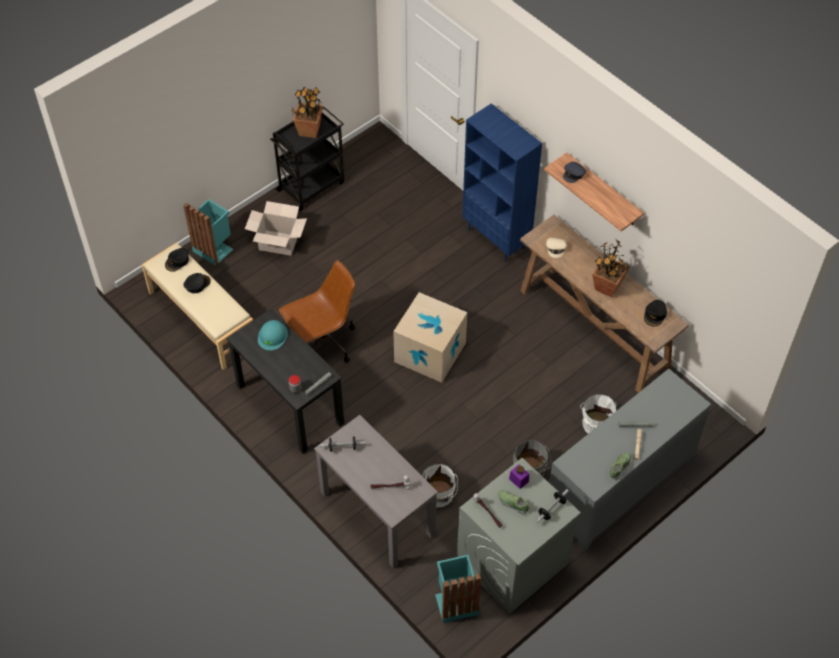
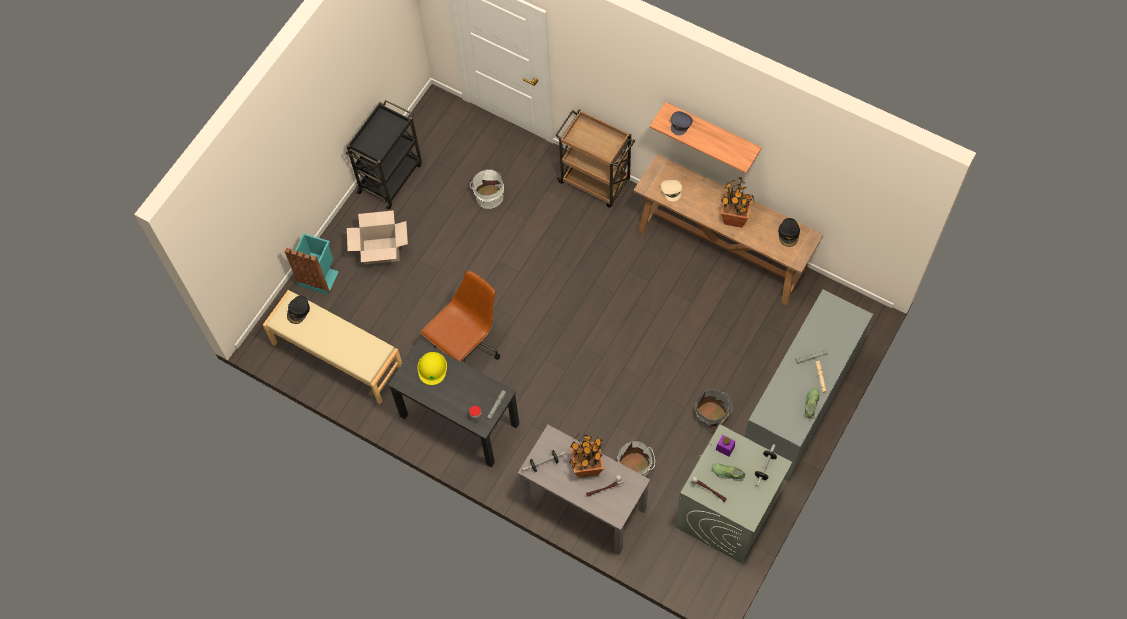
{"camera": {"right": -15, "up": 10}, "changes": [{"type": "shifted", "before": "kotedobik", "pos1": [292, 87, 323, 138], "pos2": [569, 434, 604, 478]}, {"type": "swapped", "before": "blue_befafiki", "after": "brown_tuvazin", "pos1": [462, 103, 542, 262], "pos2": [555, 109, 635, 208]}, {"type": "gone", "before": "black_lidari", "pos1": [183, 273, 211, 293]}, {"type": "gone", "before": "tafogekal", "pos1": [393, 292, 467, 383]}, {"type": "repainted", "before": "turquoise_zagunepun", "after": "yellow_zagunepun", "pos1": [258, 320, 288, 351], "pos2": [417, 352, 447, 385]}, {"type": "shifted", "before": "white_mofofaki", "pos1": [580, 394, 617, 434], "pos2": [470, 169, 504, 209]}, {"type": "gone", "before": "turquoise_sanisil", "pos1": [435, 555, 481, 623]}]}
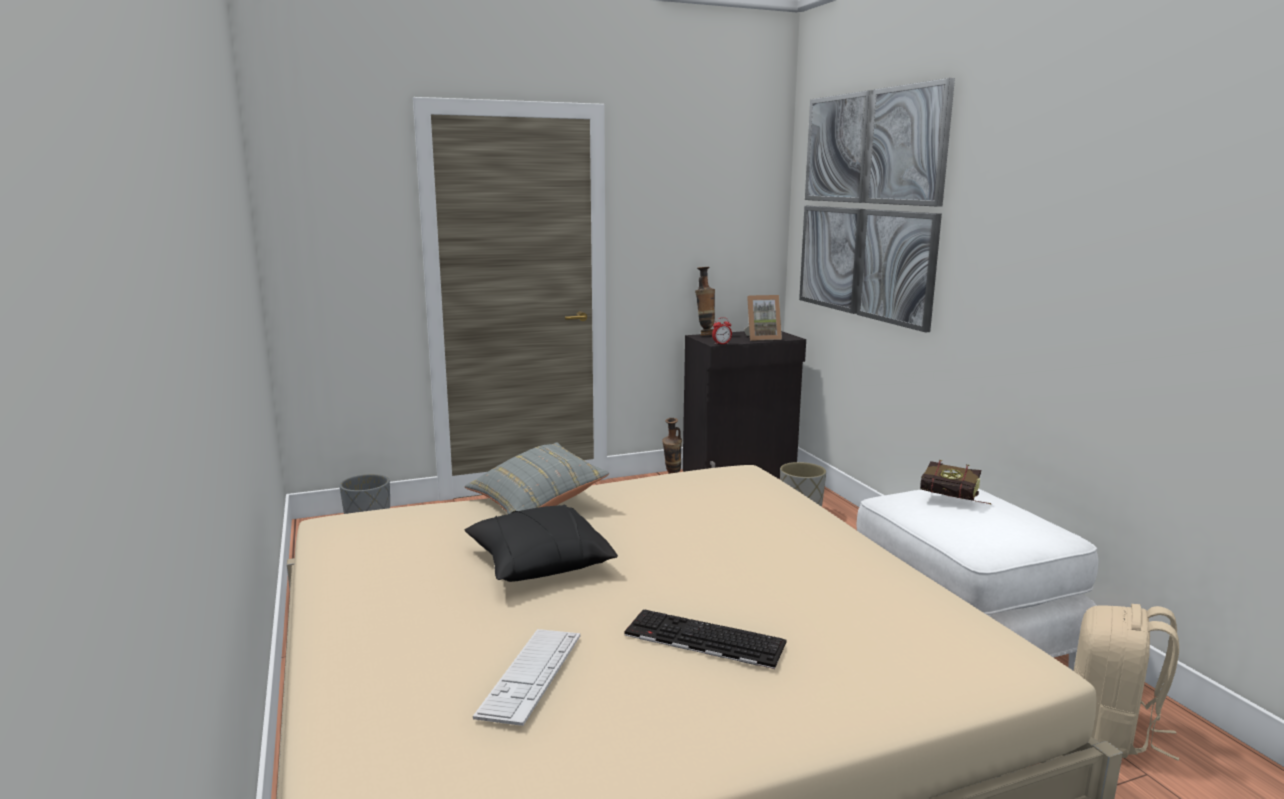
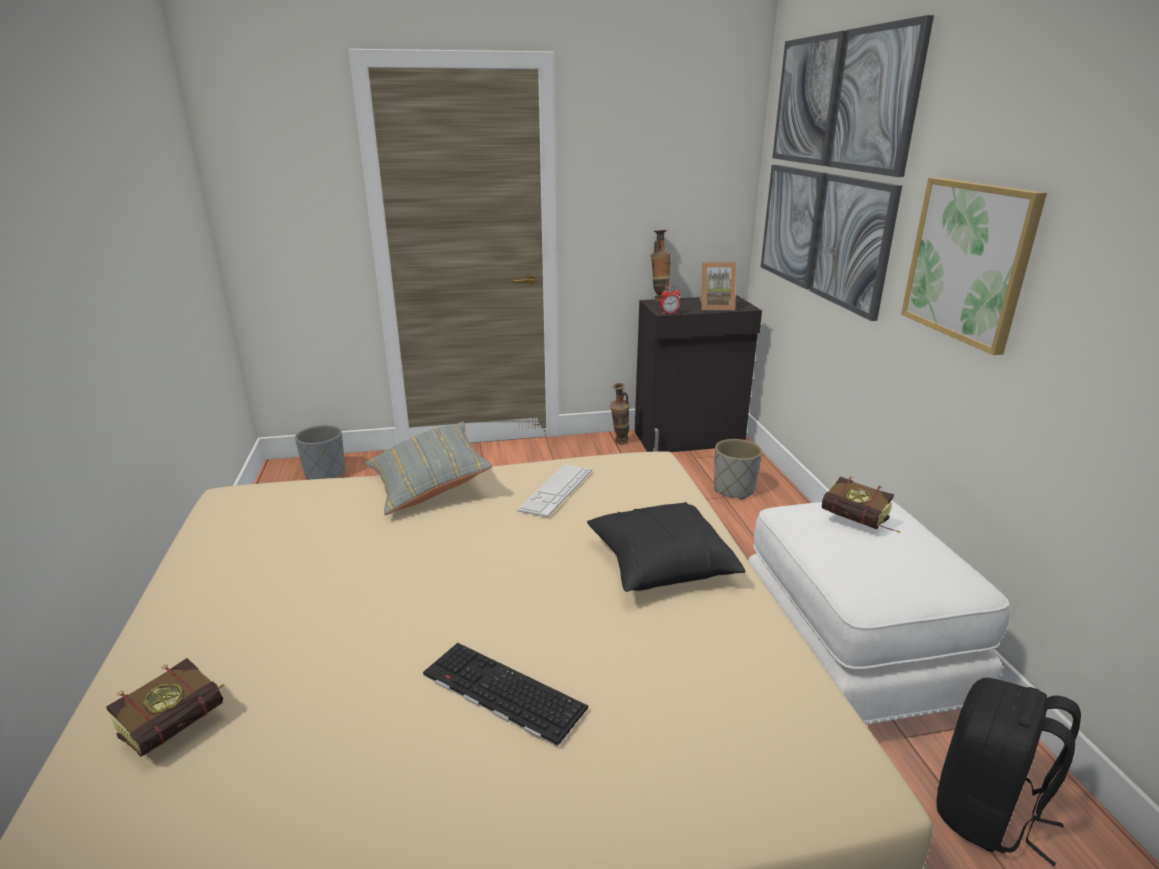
{"camera": {"right": 10, "up": 10}, "changes": [{"type": "shifted", "before": "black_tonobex", "pos1": [465, 505, 618, 582], "pos2": [587, 502, 745, 592]}, {"type": "repainted", "before": "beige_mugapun", "after": "black_mugapun", "pos1": [1074, 604, 1179, 761], "pos2": [937, 677, 1081, 866]}, {"type": "shifted", "before": "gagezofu", "pos1": [473, 629, 580, 726], "pos2": [517, 464, 592, 517]}, {"type": "new", "after": "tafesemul", "pos2": [901, 178, 1047, 355]}, {"type": "new", "after": "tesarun", "pos2": [106, 658, 224, 757]}]}
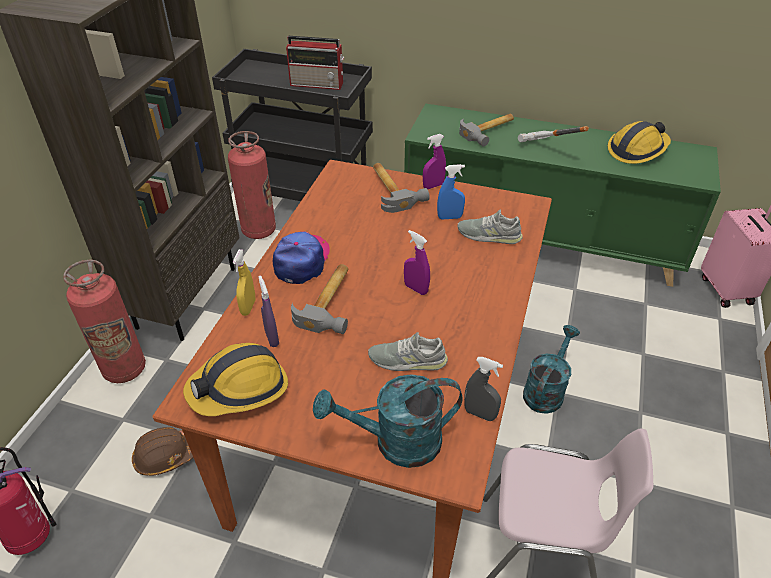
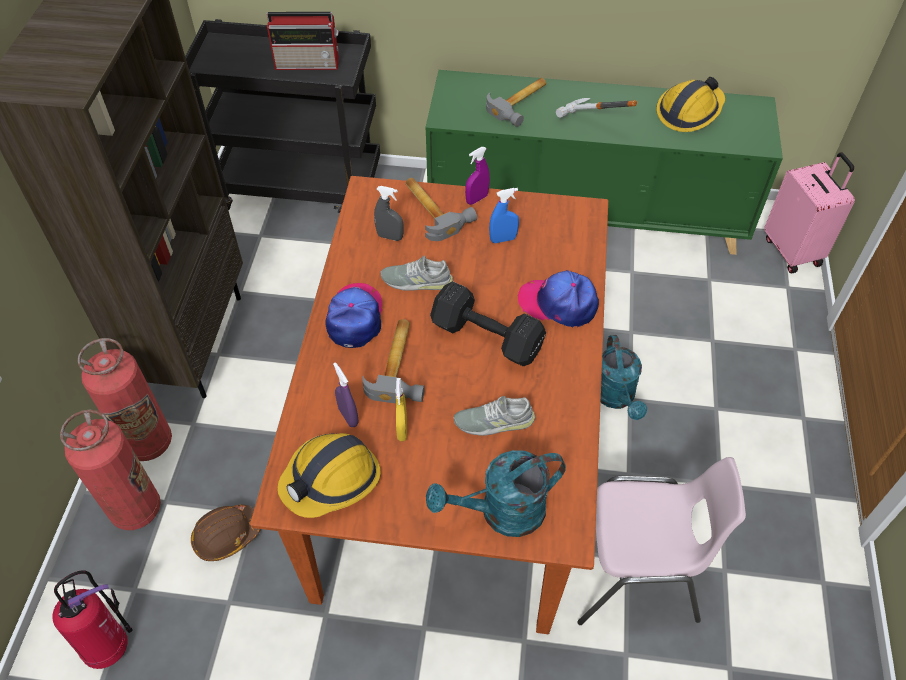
{"camera": {"right": -10, "up": 10}, "changes": [{"type": "shifted", "before": "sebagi", "pos1": [228, 131, 276, 239], "pos2": [60, 410, 161, 530]}, {"type": "shifted", "before": "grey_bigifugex", "pos1": [458, 210, 523, 244], "pos2": [381, 256, 453, 291]}, {"type": "swapped", "before": "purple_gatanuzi", "after": "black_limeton", "pos1": [404, 230, 430, 295], "pos2": [430, 281, 546, 366]}, {"type": "shifted", "before": "yellow_gatanuzi", "pos1": [233, 249, 255, 316], "pos2": [395, 378, 407, 441]}, {"type": "rotated", "before": "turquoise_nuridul", "pos1": [523, 325, 580, 414], "pos2": [601, 335, 647, 420], "turn": 150}, {"type": "shifted", "before": "grey_gatanuzi", "pos1": [464, 357, 503, 421], "pos2": [374, 186, 404, 241]}, {"type": "new", "after": "lidari", "pos2": [518, 270, 599, 327]}]}
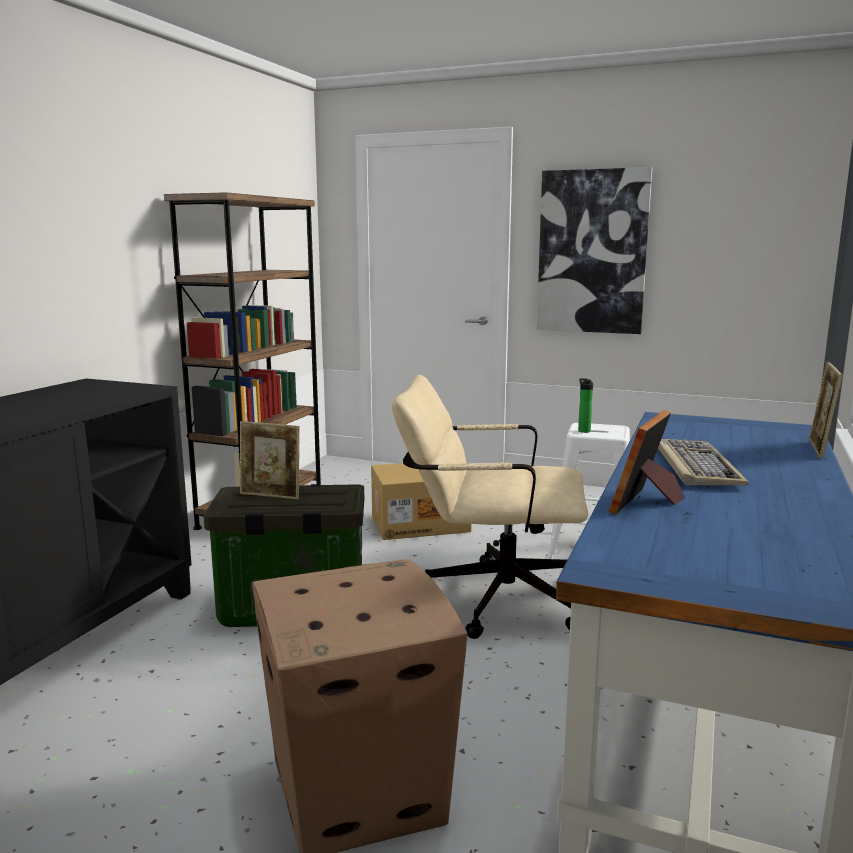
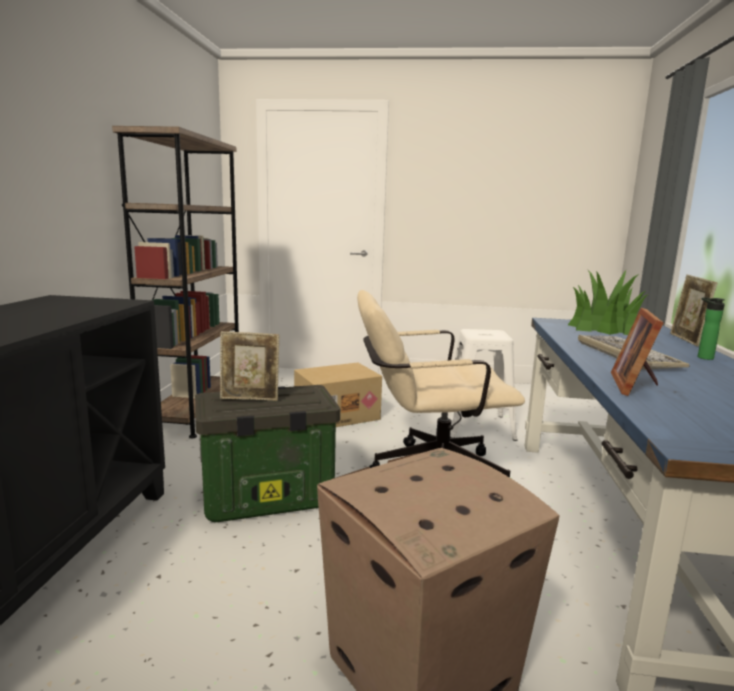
{"camera": {"right": -15, "up": 0}, "changes": [{"type": "gone", "before": "tafesemul", "pos1": [537, 167, 652, 334]}, {"type": "shifted", "before": "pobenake", "pos1": [578, 378, 593, 433], "pos2": [698, 297, 725, 360]}, {"type": "new", "after": "kotedobik", "pos2": [568, 269, 647, 335]}]}
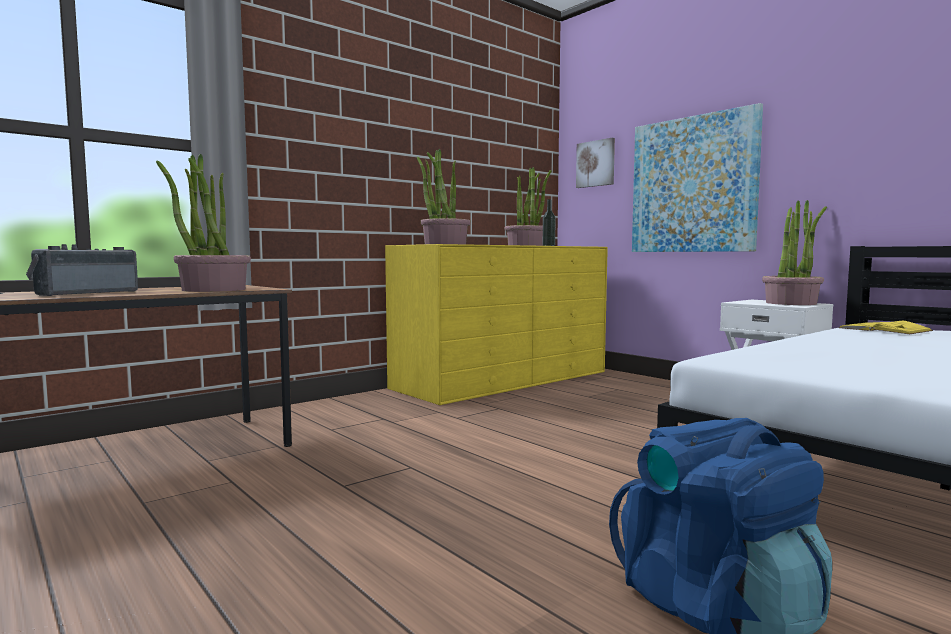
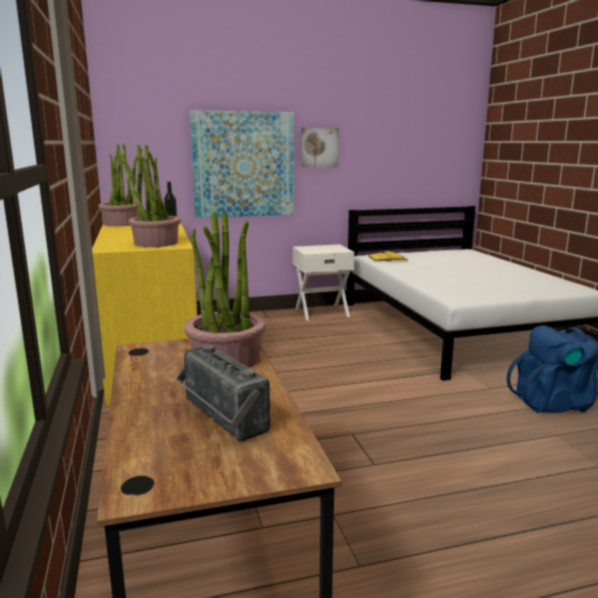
{"camera": {"right": -65, "up": 10}, "changes": [{"type": "shifted", "before": "tafesemul", "pos1": [576, 138, 615, 188], "pos2": [301, 128, 339, 167]}, {"type": "gone", "before": "kotedobik", "pos1": [762, 200, 827, 305]}]}
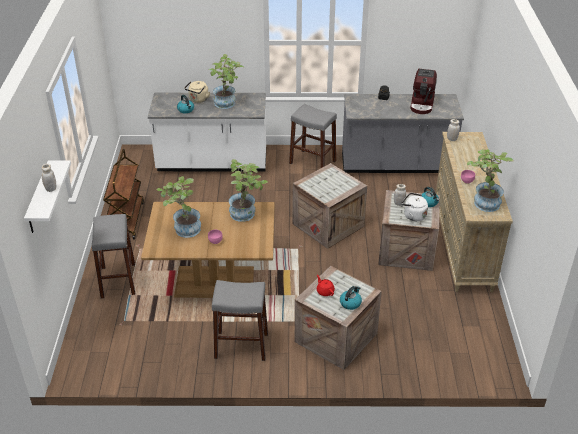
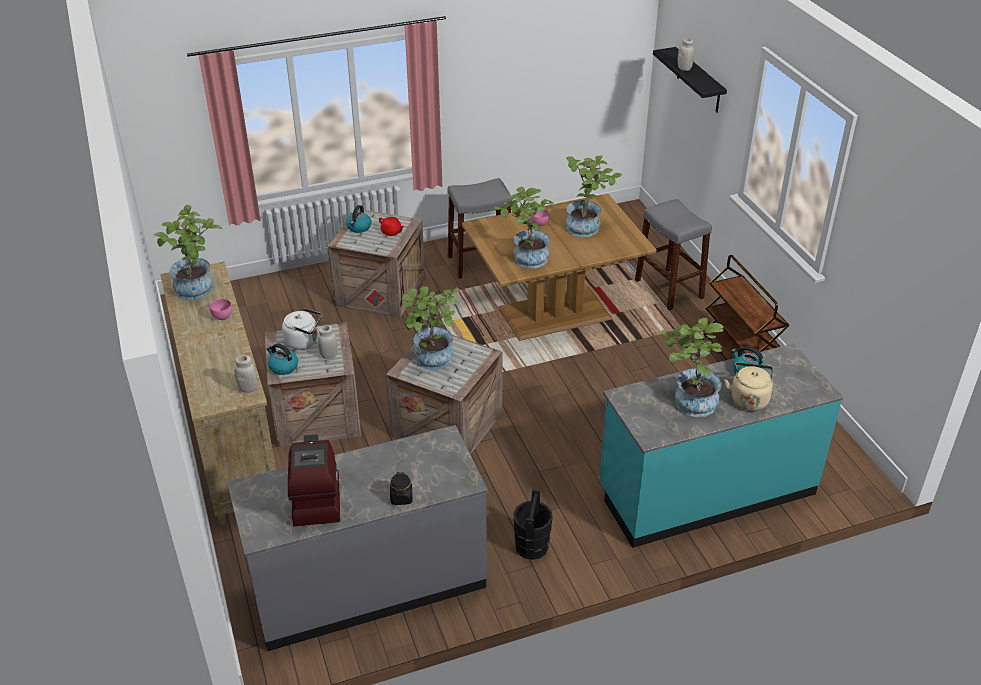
{"camera": {"right": 160, "up": 0}, "changes": [{"type": "repainted", "before": "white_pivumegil", "after": "turquoise_pivumegil", "pos1": [148, 93, 266, 172], "pos2": [599, 344, 844, 548]}, {"type": "swapped", "before": "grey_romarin", "after": "black_mofofaki", "pos1": [289, 104, 337, 168], "pos2": [513, 489, 553, 560]}, {"type": "repainted", "before": "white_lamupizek", "after": "black_lamupizek", "pos1": [24, 160, 71, 233], "pos2": [653, 47, 727, 113]}, {"type": "new", "after": "kotedobik", "pos2": [402, 286, 459, 370]}]}
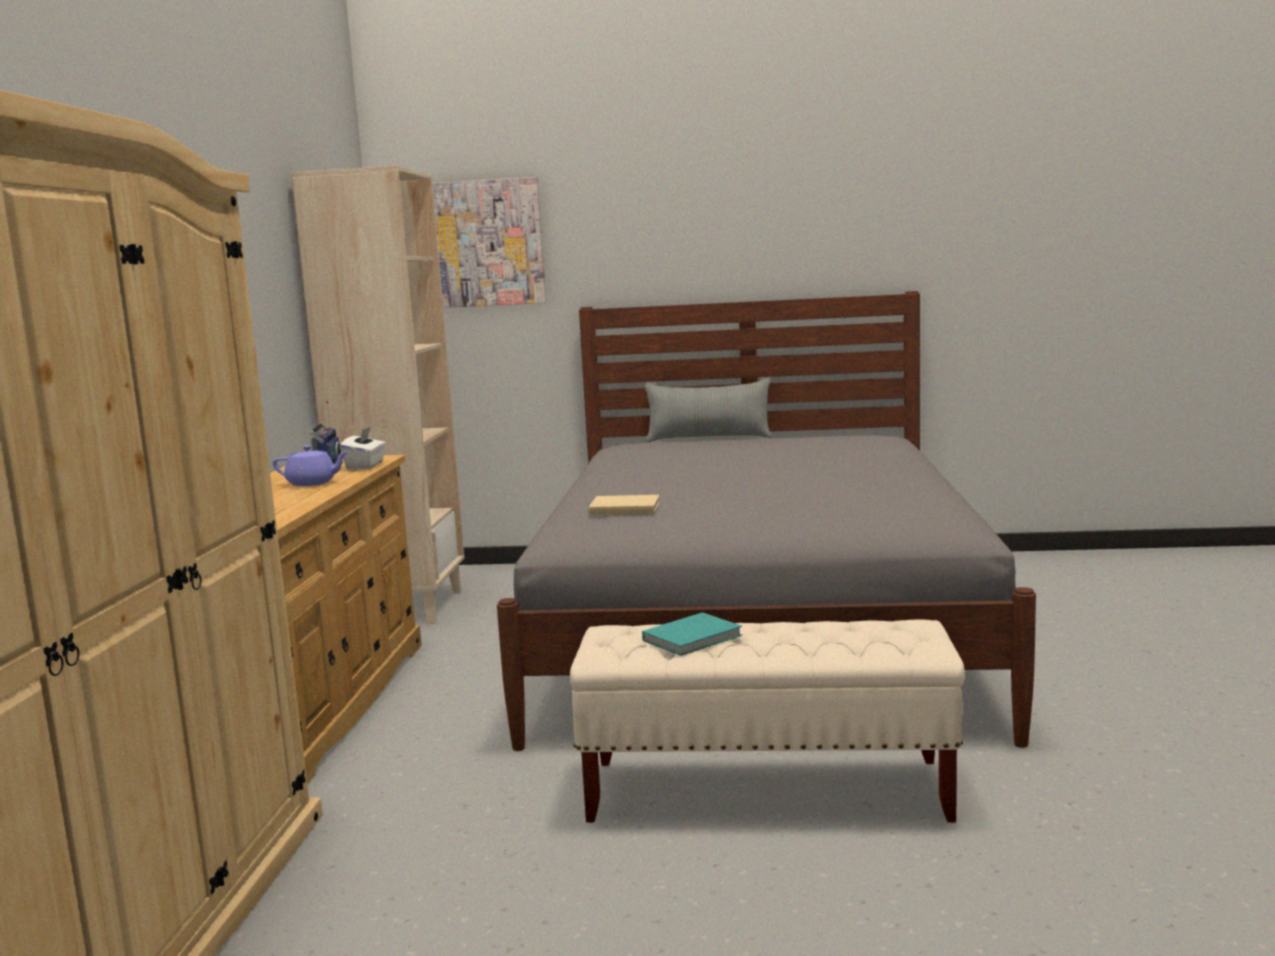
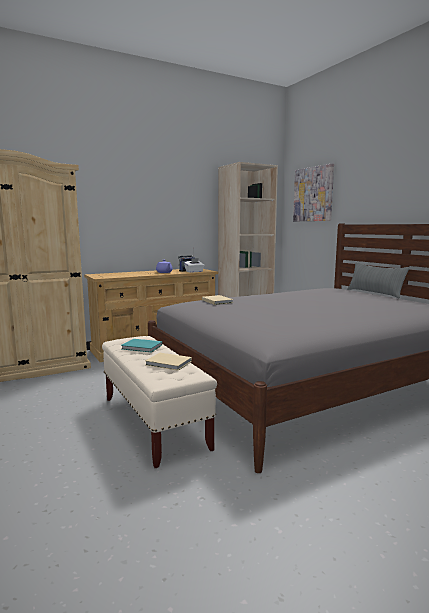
{"camera": {"right": 55, "up": 0}, "changes": [{"type": "new", "after": "beige_tesarun", "pos2": [145, 353, 192, 371]}]}
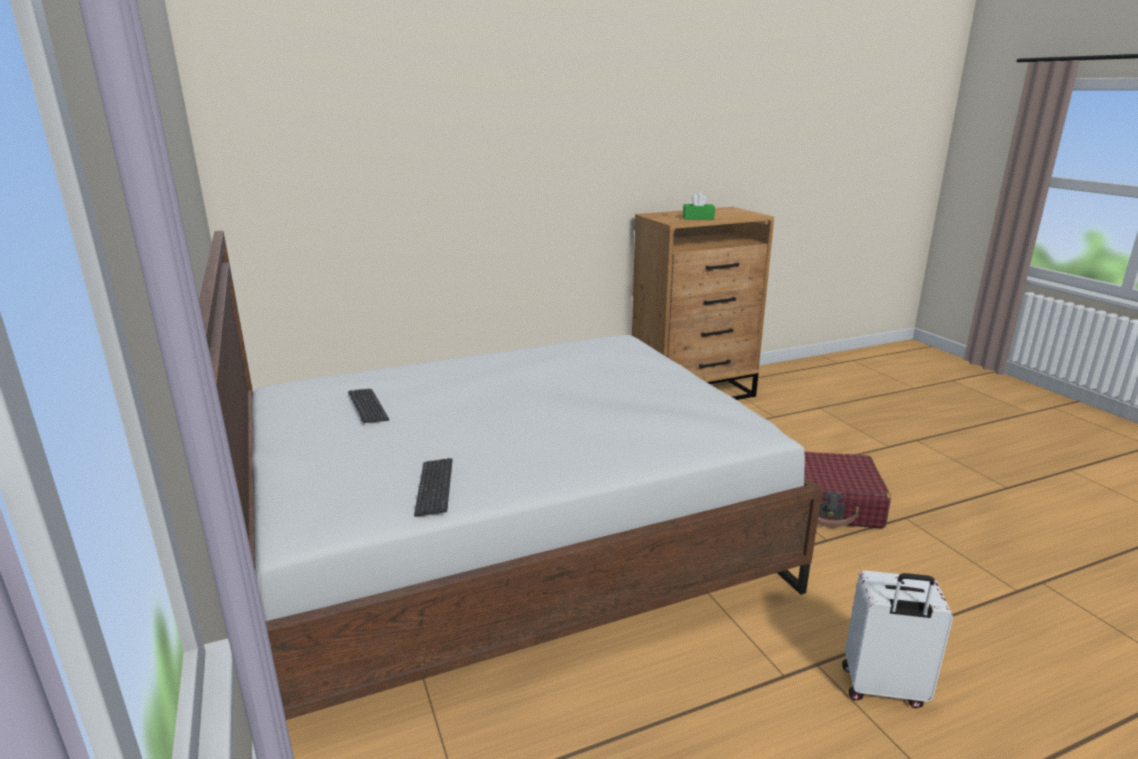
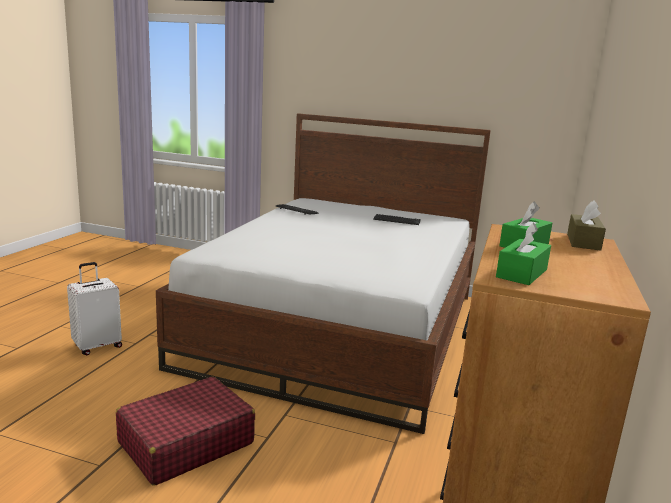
{"camera": {"right": 130, "up": -5}, "changes": [{"type": "new", "after": "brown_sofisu", "pos2": [567, 200, 606, 251]}, {"type": "new", "after": "green_sofisu", "pos2": [496, 223, 551, 285]}]}
